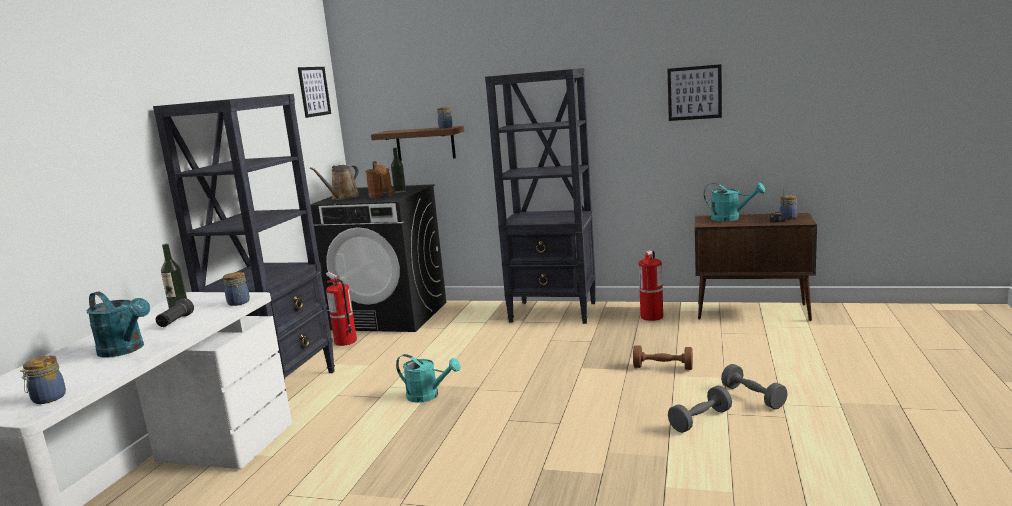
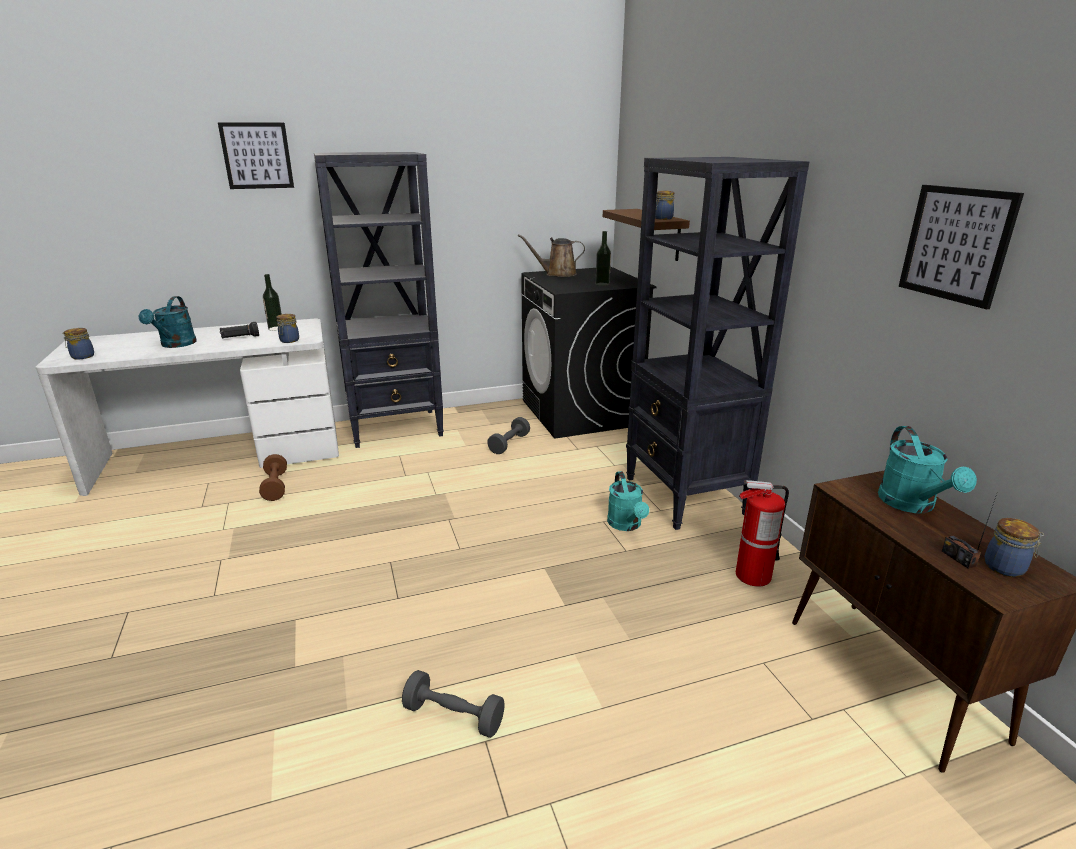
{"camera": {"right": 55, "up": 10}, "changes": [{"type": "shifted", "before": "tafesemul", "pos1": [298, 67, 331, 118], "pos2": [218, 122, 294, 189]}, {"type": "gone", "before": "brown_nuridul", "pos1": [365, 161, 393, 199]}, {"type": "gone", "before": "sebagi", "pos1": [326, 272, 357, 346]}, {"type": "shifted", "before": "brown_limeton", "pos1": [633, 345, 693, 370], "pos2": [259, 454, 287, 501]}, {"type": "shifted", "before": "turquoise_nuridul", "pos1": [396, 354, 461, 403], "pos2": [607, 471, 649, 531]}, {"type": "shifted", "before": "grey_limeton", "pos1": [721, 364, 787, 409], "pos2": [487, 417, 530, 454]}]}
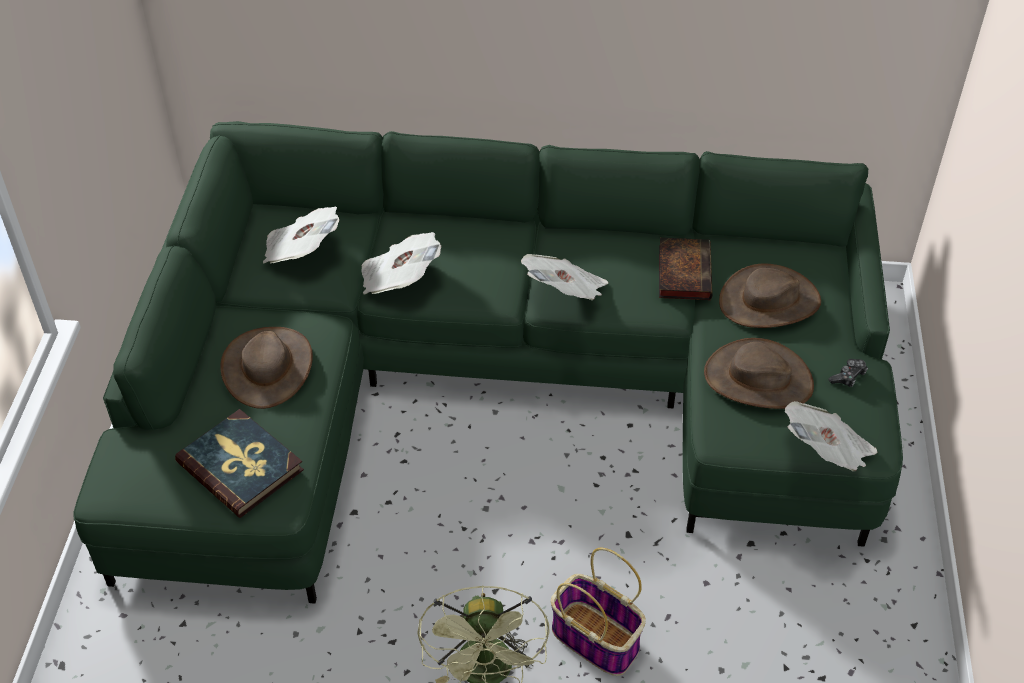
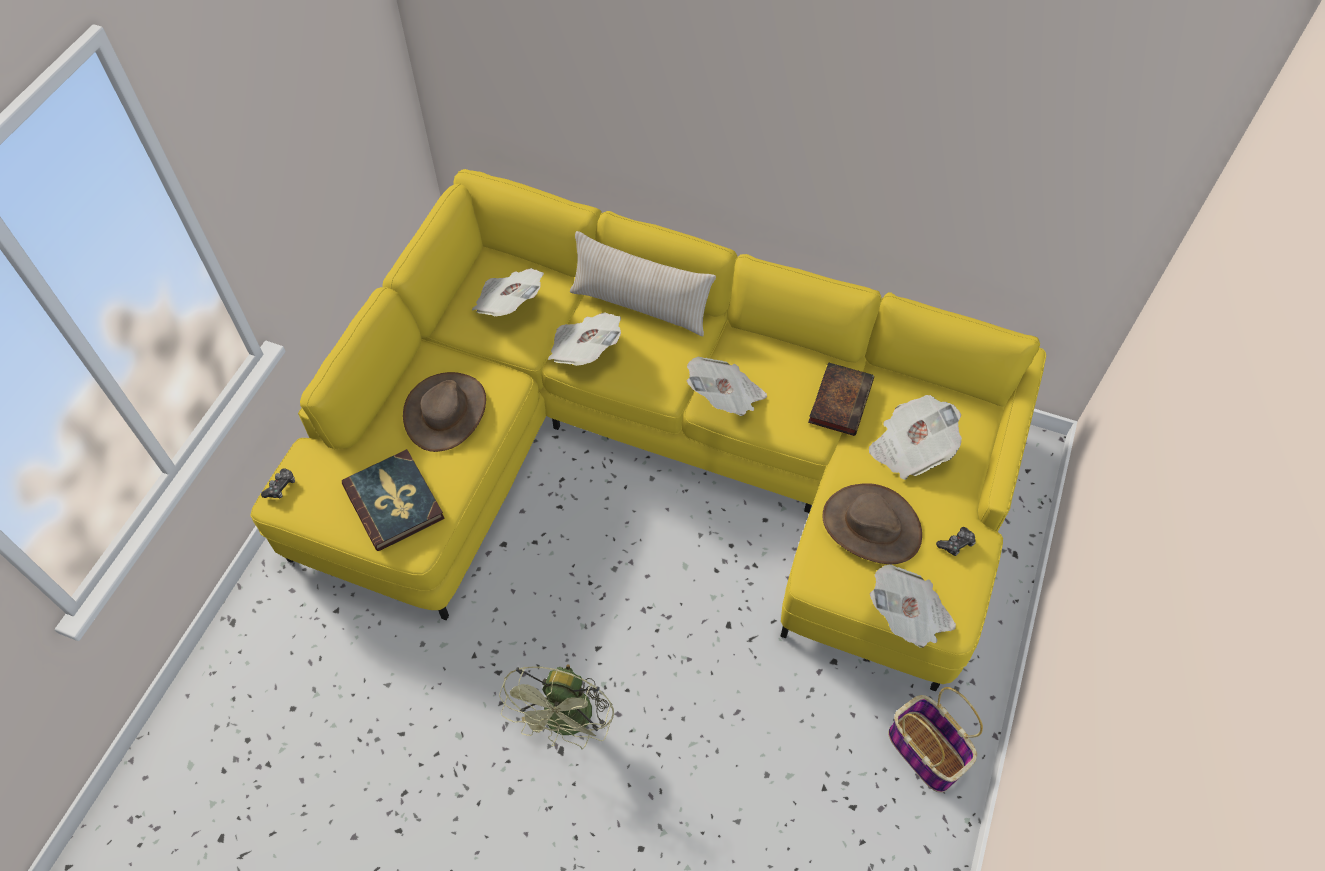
{"camera": {"right": 15, "up": 10}, "changes": [{"type": "repainted", "before": "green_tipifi", "after": "yellow_tipifi", "pos1": [73, 121, 903, 604], "pos2": [250, 169, 1046, 691]}, {"type": "swapped", "before": "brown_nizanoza", "after": "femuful", "pos1": [719, 263, 821, 328], "pos2": [869, 395, 962, 480]}, {"type": "shifted", "before": "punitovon", "pos1": [551, 548, 646, 676], "pos2": [888, 687, 983, 793]}, {"type": "new", "after": "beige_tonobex", "pos2": [570, 231, 716, 336]}, {"type": "new", "after": "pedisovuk", "pos2": [261, 468, 295, 498]}]}
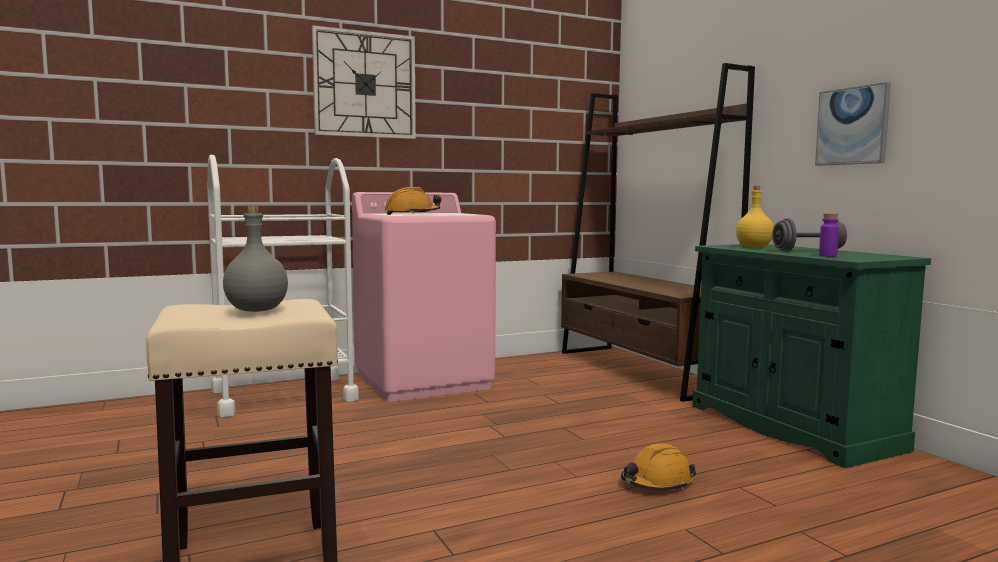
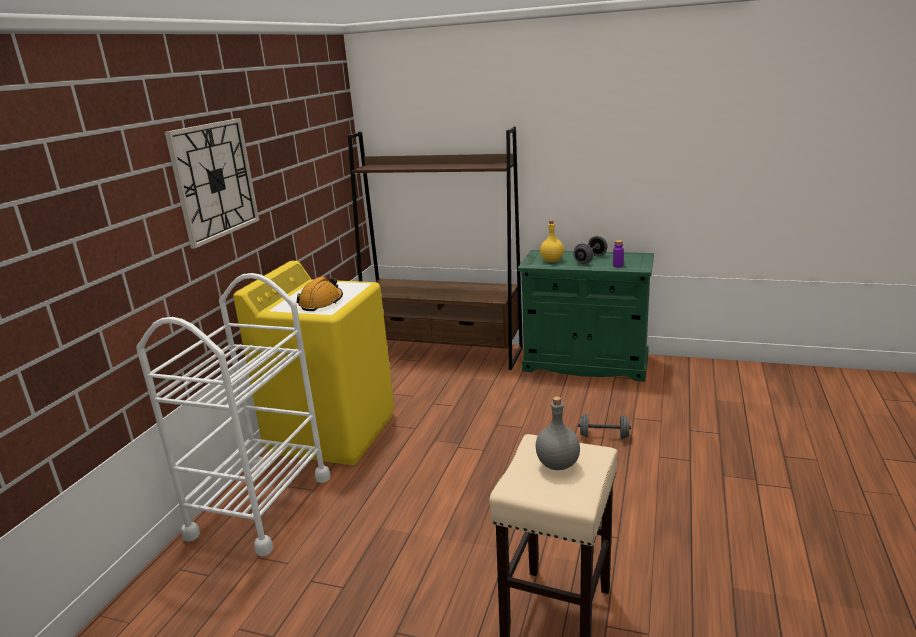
{"camera": {"right": -45, "up": 15}, "changes": [{"type": "gone", "before": "tafesemul", "pos1": [815, 82, 891, 166]}, {"type": "repainted", "before": "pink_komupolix", "after": "yellow_komupolix", "pos1": [352, 192, 496, 402], "pos2": [233, 261, 394, 465]}, {"type": "swapped", "before": "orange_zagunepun", "after": "grey_limeton", "pos1": [621, 443, 696, 490], "pos2": [578, 414, 631, 439]}]}
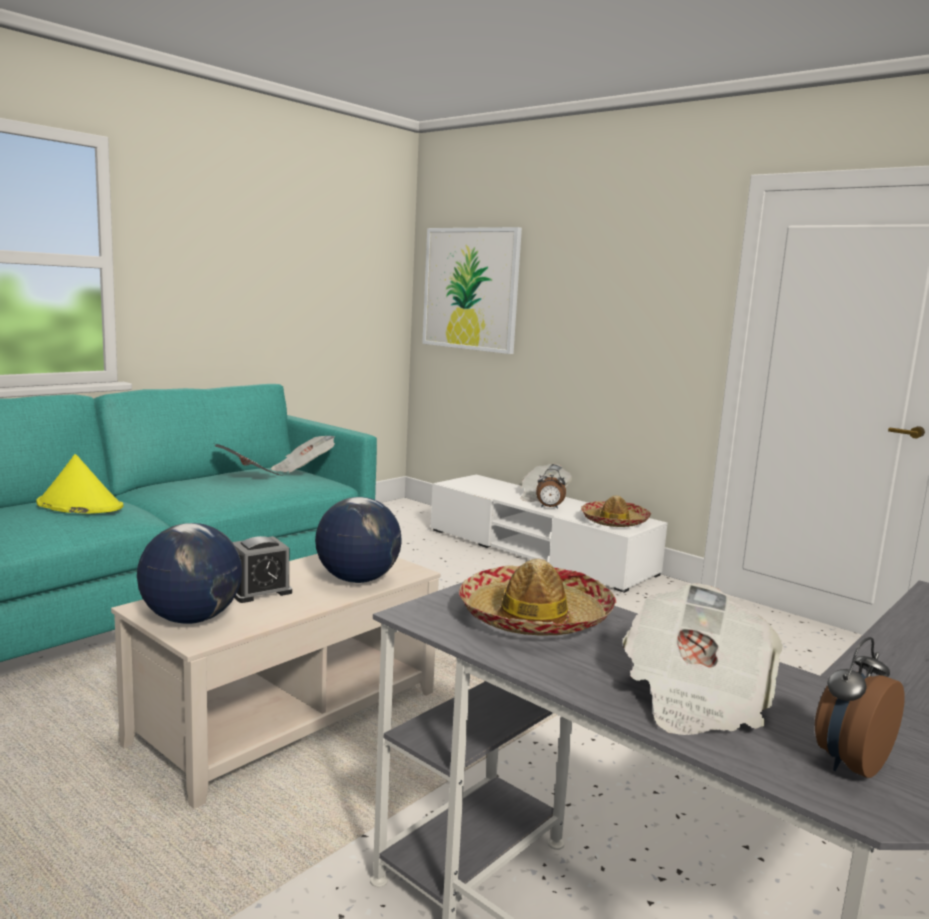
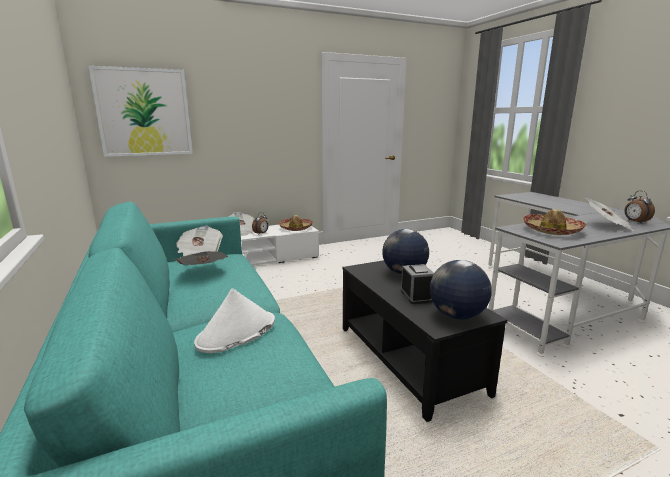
{"camera": {"right": -65, "up": 5}, "changes": [{"type": "repainted", "before": "yellow_nizanoza", "after": "white_nizanoza", "pos1": [36, 454, 124, 514], "pos2": [194, 288, 275, 353]}, {"type": "repainted", "before": "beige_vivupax", "after": "black_vivupax", "pos1": [111, 554, 441, 809], "pos2": [342, 260, 508, 422]}]}
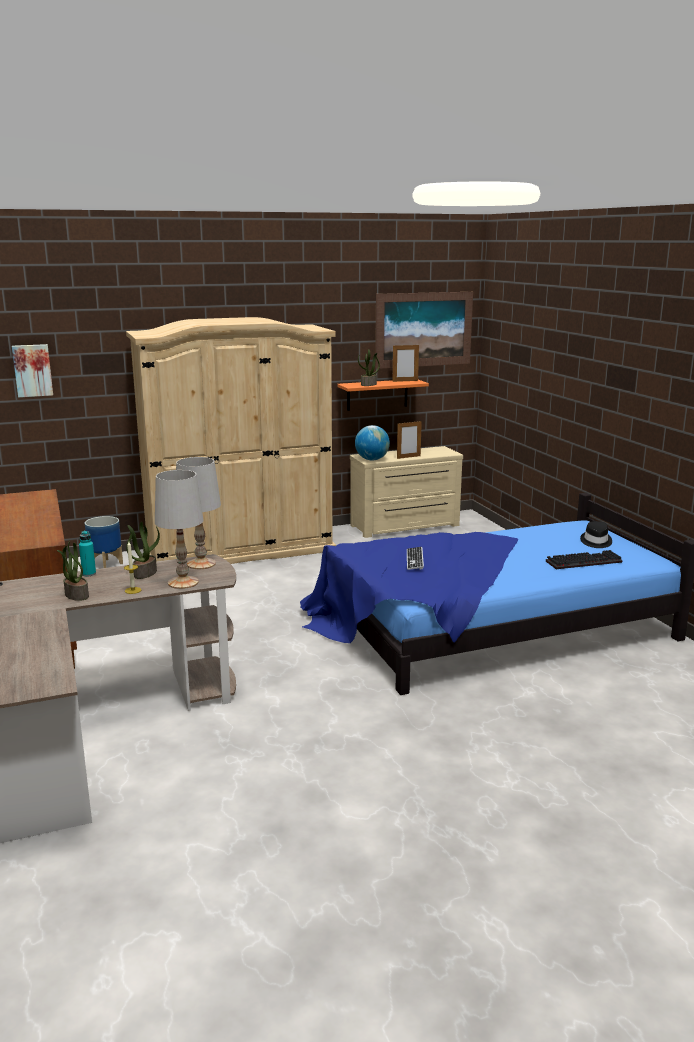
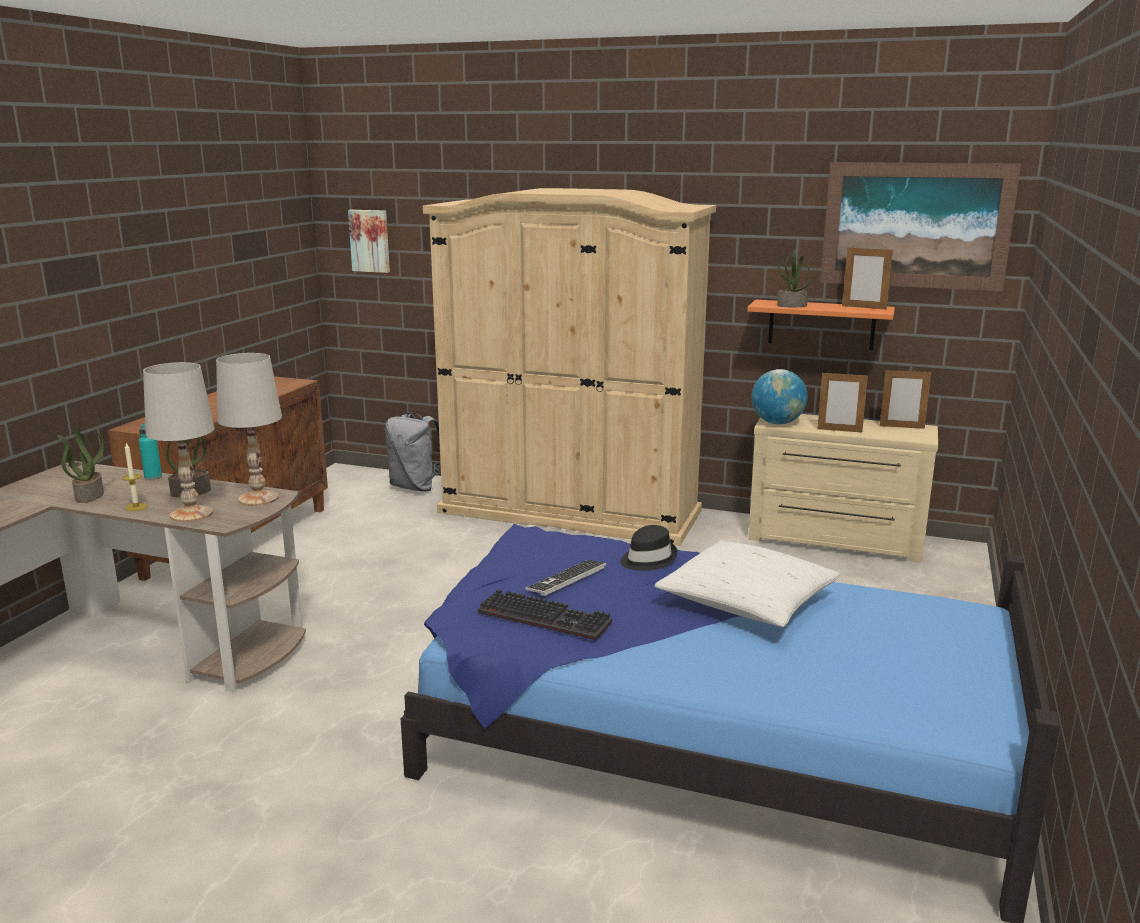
{"camera": {"right": 40, "up": 0}, "changes": [{"type": "swapped", "before": "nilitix", "after": "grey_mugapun", "pos1": [85, 516, 123, 568], "pos2": [385, 413, 441, 492]}, {"type": "shifted", "before": "black_nizanoza", "pos1": [580, 521, 612, 548], "pos2": [620, 525, 678, 571]}, {"type": "shifted", "before": "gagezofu", "pos1": [546, 550, 623, 569], "pos2": [478, 589, 612, 640]}, {"type": "new", "after": "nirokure", "pos2": [880, 368, 931, 429]}, {"type": "new", "after": "white_tonobex", "pos2": [654, 540, 840, 627]}]}
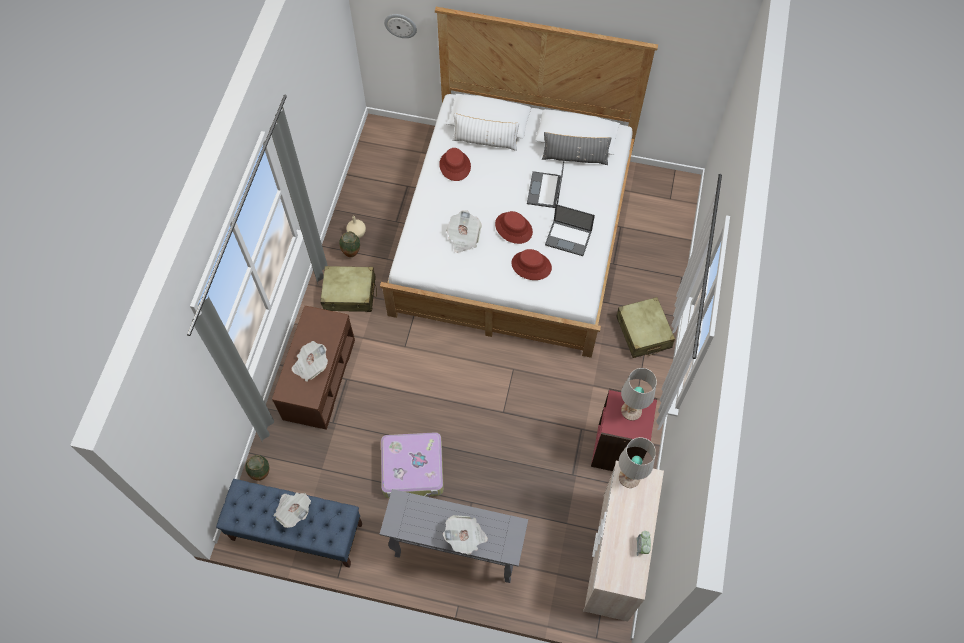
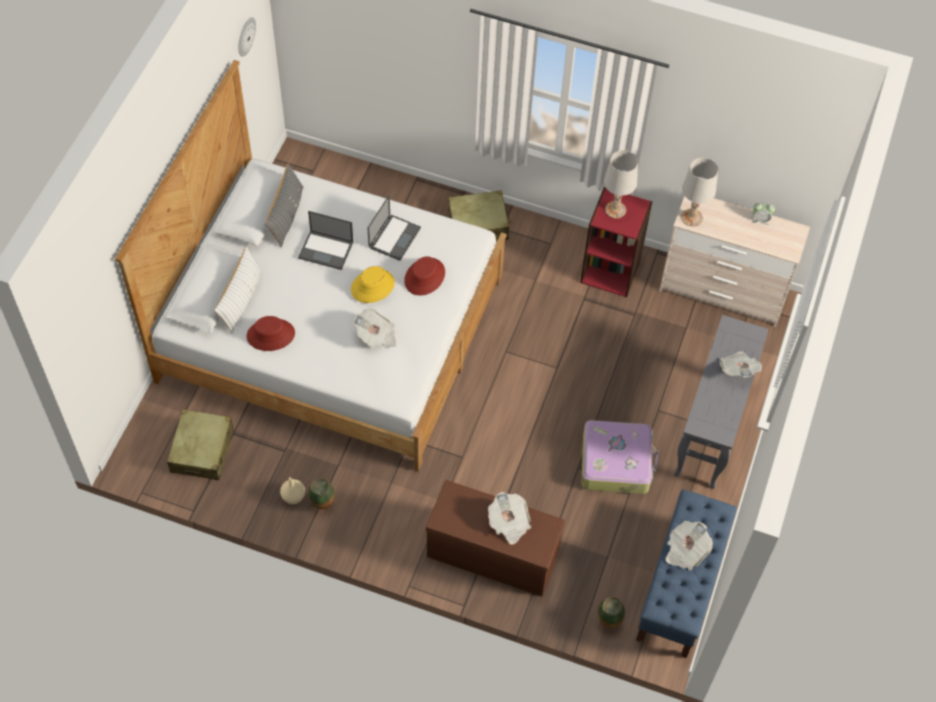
{"camera": {"right": -85, "up": -5}, "changes": [{"type": "shifted", "before": "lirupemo", "pos1": [384, 14, 417, 38], "pos2": [238, 17, 256, 57]}, {"type": "repainted", "before": "red_nizanoza", "after": "yellow_nizanoza", "pos1": [495, 211, 533, 244], "pos2": [351, 266, 395, 303]}, {"type": "shifted", "before": "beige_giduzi", "pos1": [320, 266, 377, 312], "pos2": [167, 409, 234, 480]}]}
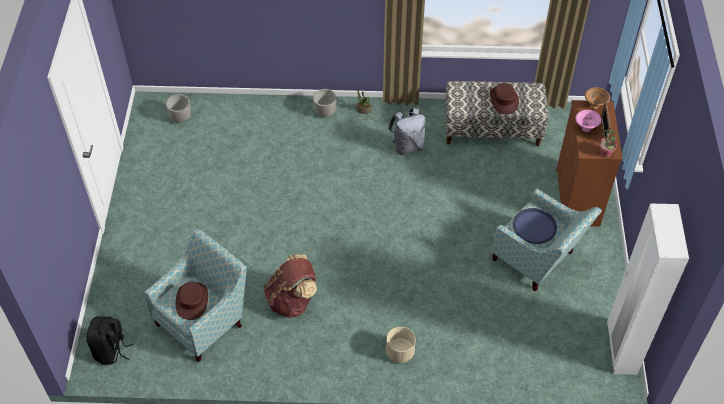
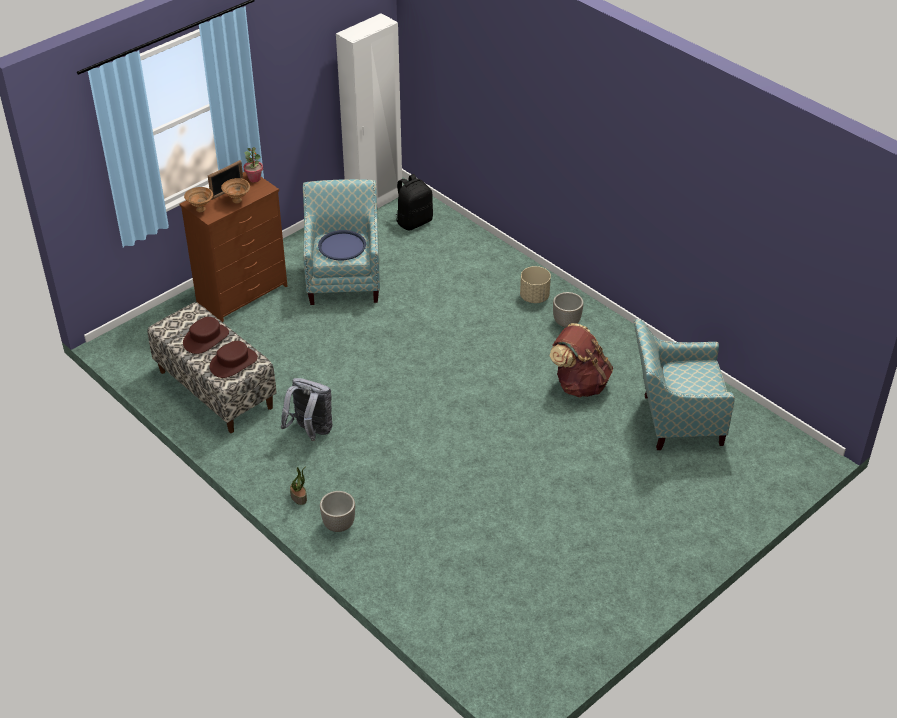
{"camera": {"right": -135, "up": -10}, "changes": [{"type": "shifted", "before": "nilitix", "pos1": [166, 94, 191, 122], "pos2": [553, 292, 584, 328]}, {"type": "repainted", "before": "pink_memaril", "after": "brown_memaril", "pos1": [575, 110, 601, 132], "pos2": [221, 178, 250, 203]}, {"type": "shifted", "before": "brown_nizanoza", "pos1": [176, 282, 208, 320], "pos2": [210, 341, 258, 378]}, {"type": "shifted", "before": "black_mugapun", "pos1": [86, 316, 133, 365], "pos2": [395, 174, 433, 231]}]}
